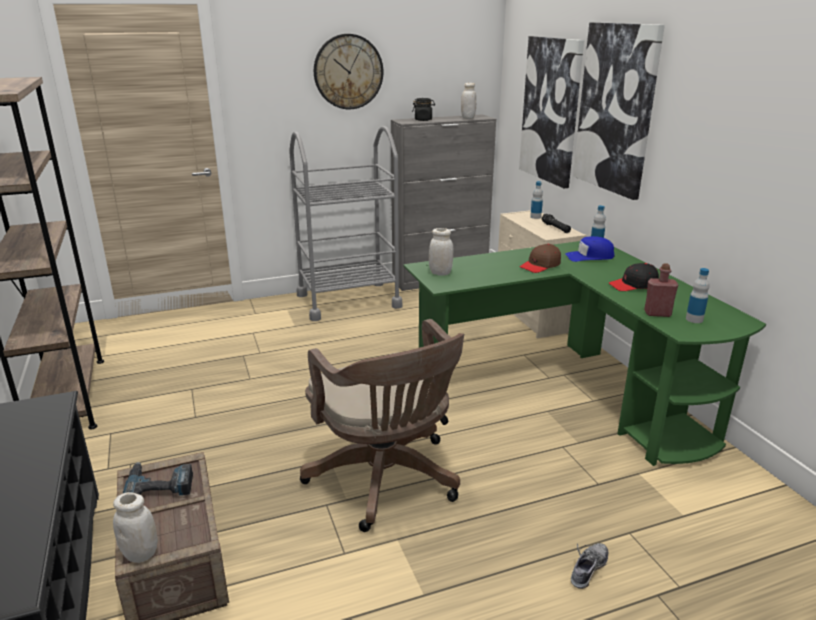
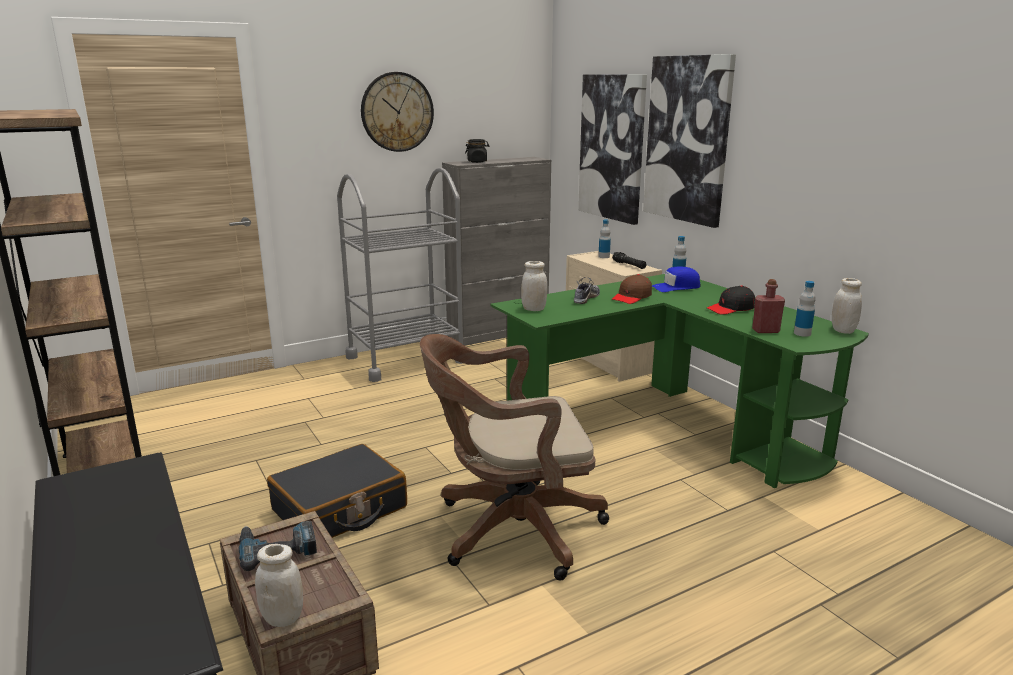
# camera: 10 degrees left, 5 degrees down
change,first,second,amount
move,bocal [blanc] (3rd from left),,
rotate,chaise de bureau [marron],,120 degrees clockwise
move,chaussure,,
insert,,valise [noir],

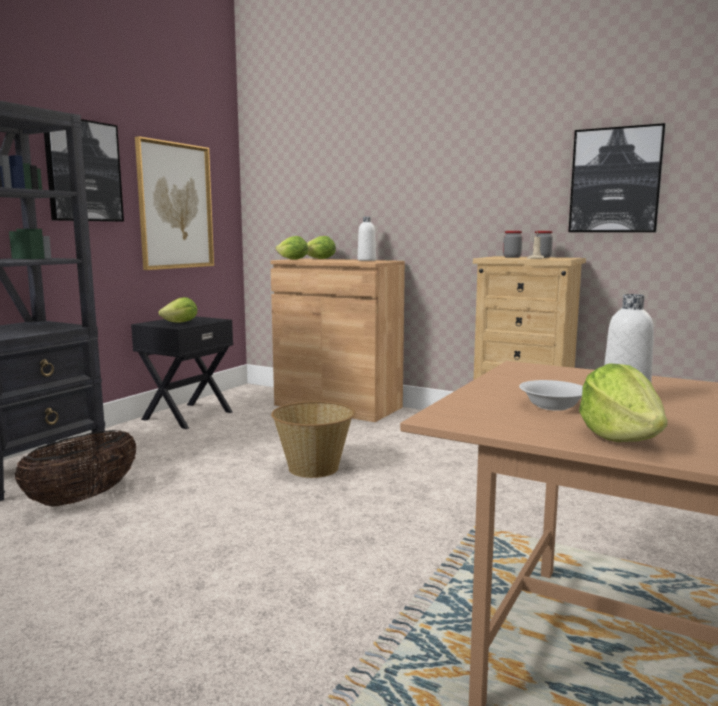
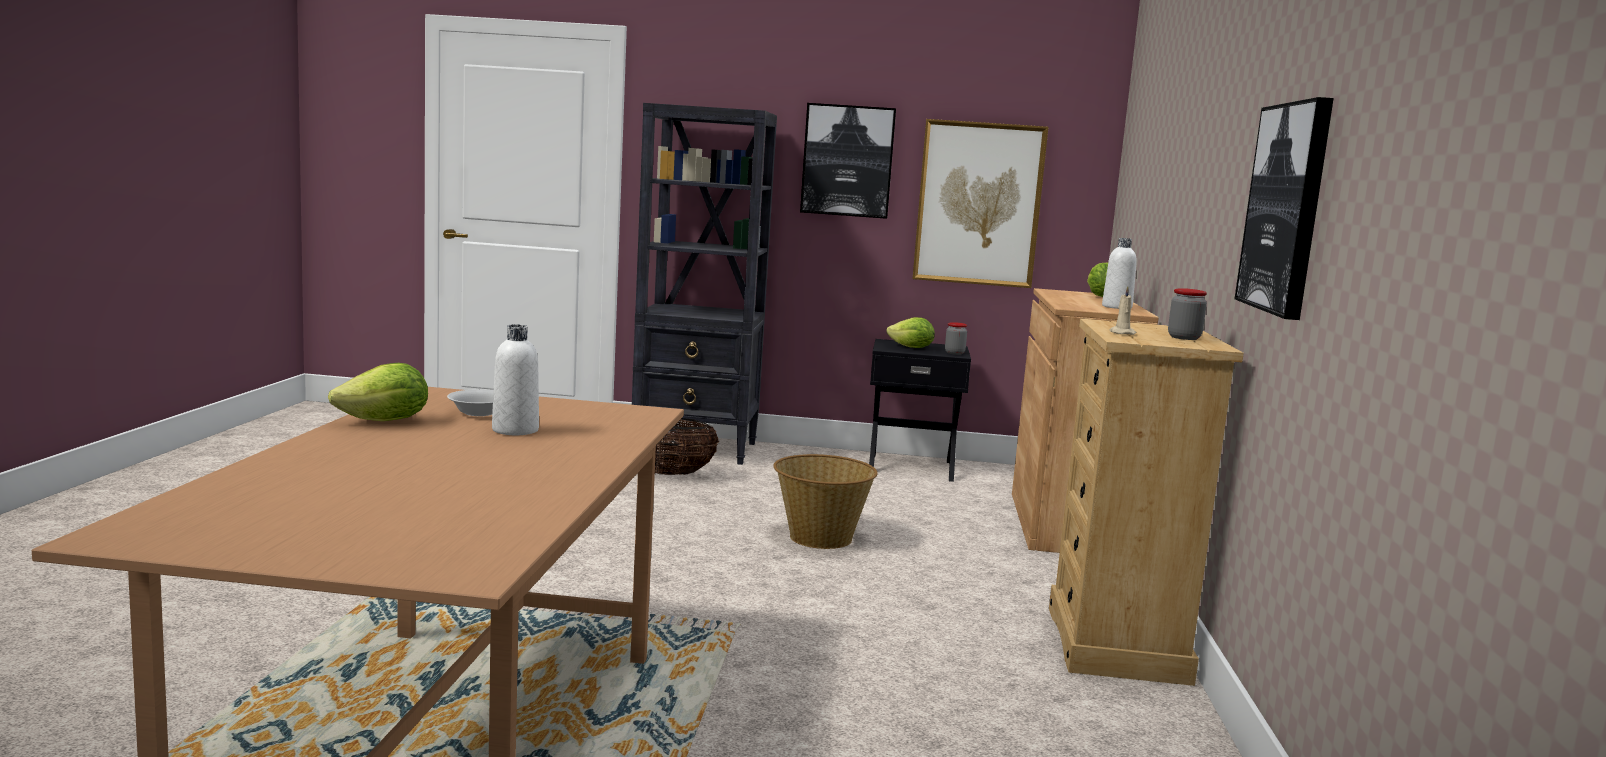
# camera: 65 degrees right, 0 degrees up
change,first,second,amount
move,bocal (1st from left),,
delete,laitue (2nd from left),,

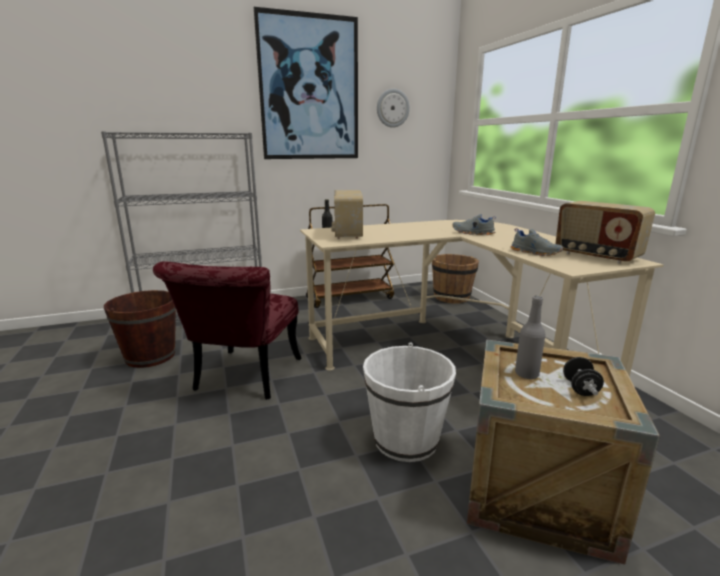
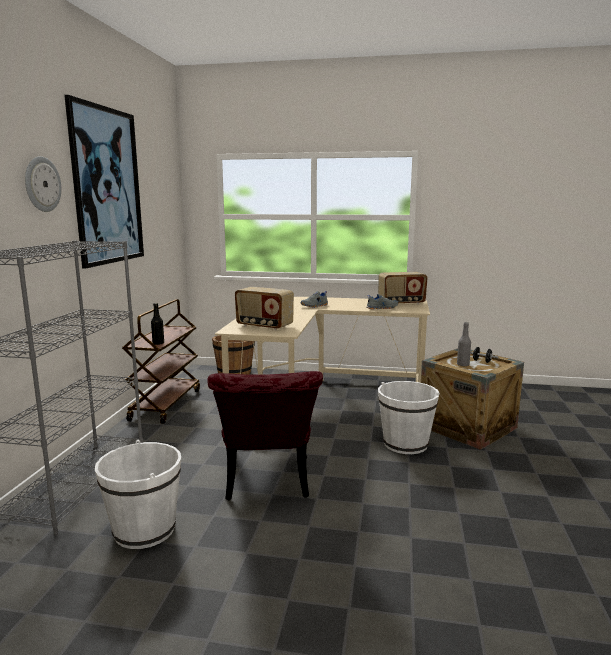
# camera: 60 degrees left, 5 degrees down
change,first,second,amount
move,horloge murale,,
rotate,chaise [rouge],,45 degrees clockwise
recolor,seau [marron] (1st from left),seau [blanc] (1st from left),

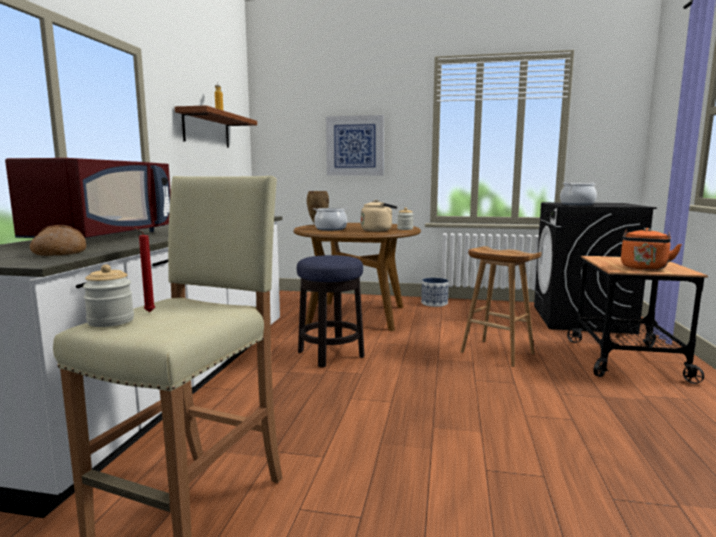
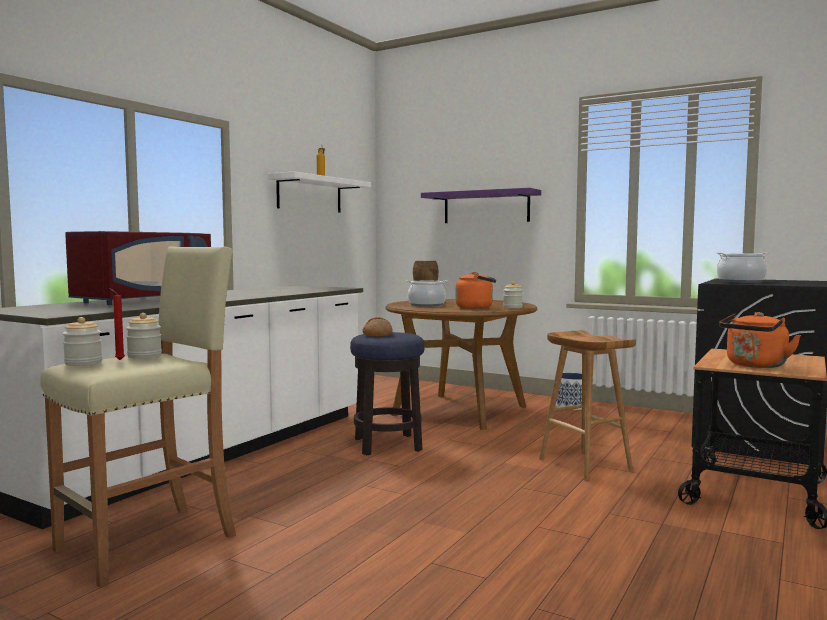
# camera: 20 degrees right, 5 degrees down
change,first,second,amount
recolor,étagère [marron],étagère [blanc],
replace,tableau,étagère [violet],
recolor,bouilloire [beige],bouilloire [orange] (1st from left),
move,pain,,
insert,,bocal (2nd from left),

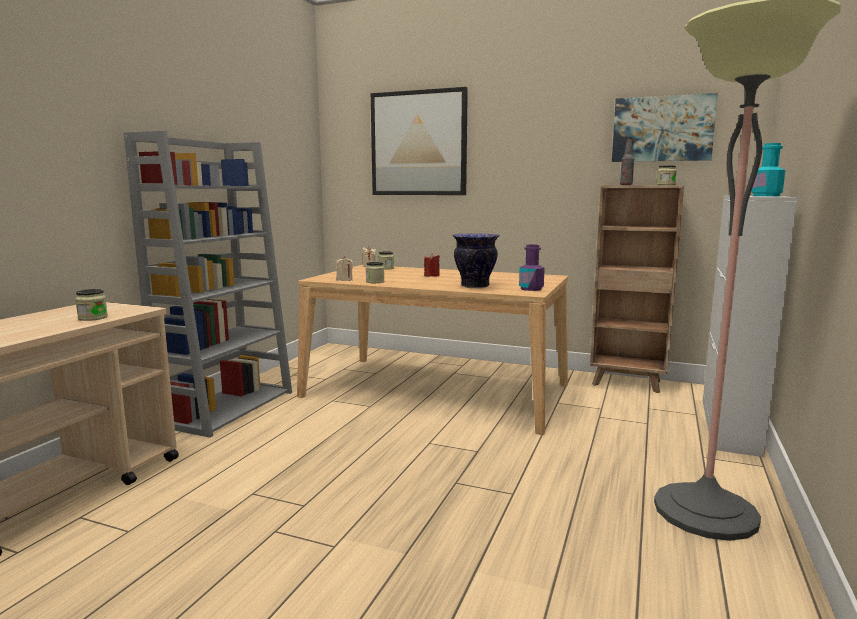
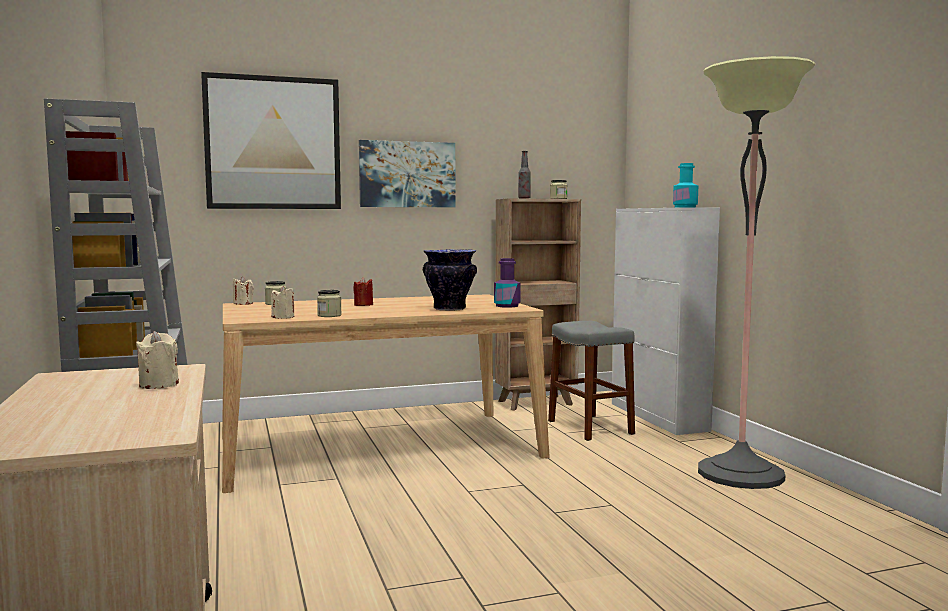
# camera: 40 degrees left, 5 degrees down
change,first,second,amount
move,tableau (2nd from left),,
replace,bocal (1st from left),bougie [beige] (1st from left),
insert,,tabouret [gris],

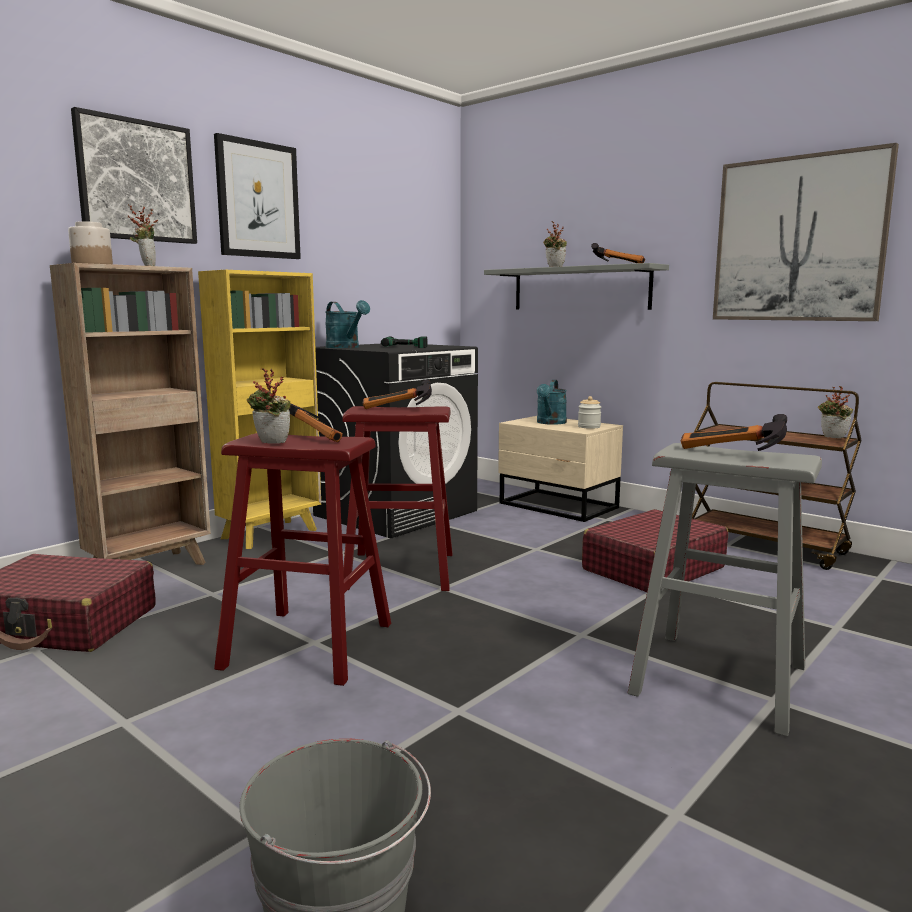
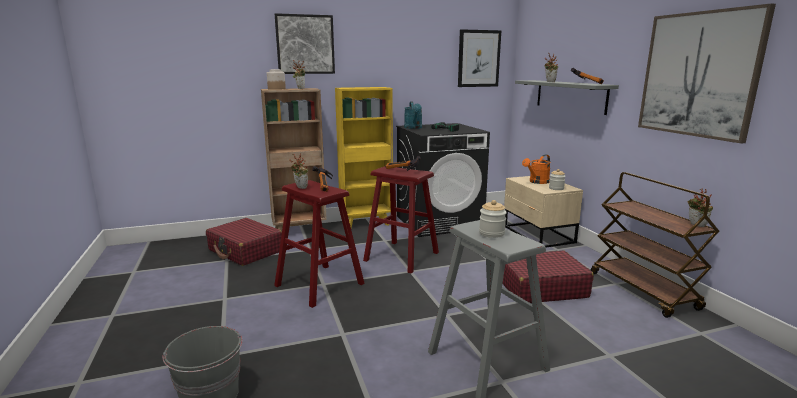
# camera: 30 degrees right, 5 degrees up
change,first,second,amount
move,tableau (2nd from left),,
recolor,arrosoir [turquoise] (2nd from left),arrosoir [orange],
replace,marteau (4th from left),bocal (2nd from left),

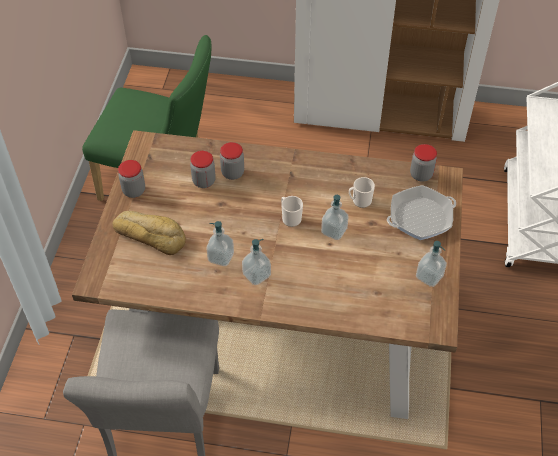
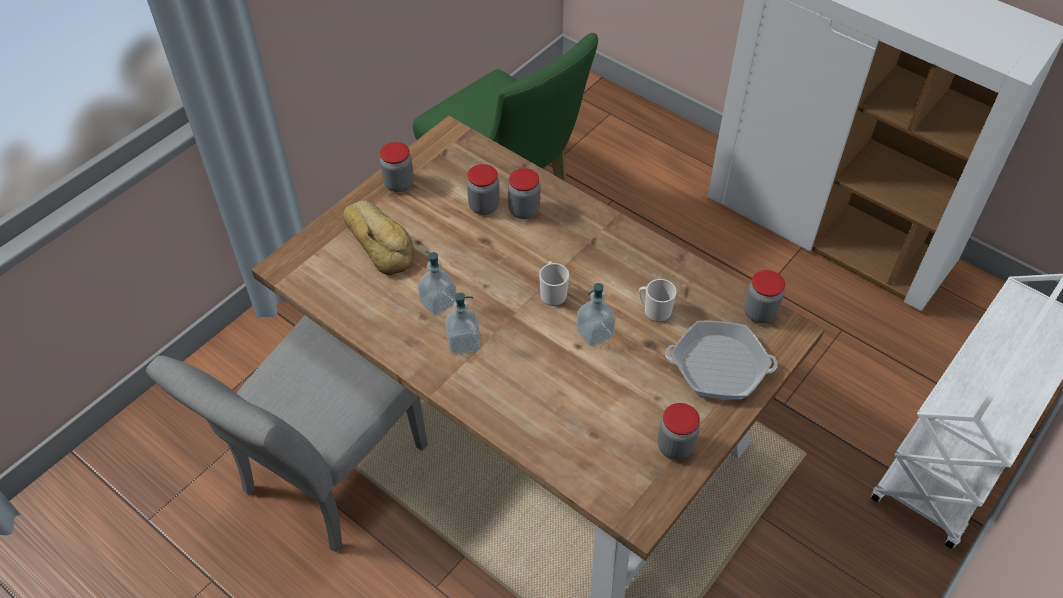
# camera: 30 degrees right, 0 degrees up
change,first,second,amount
replace,distributeur de savon (4th from left),bocal (4th from left),

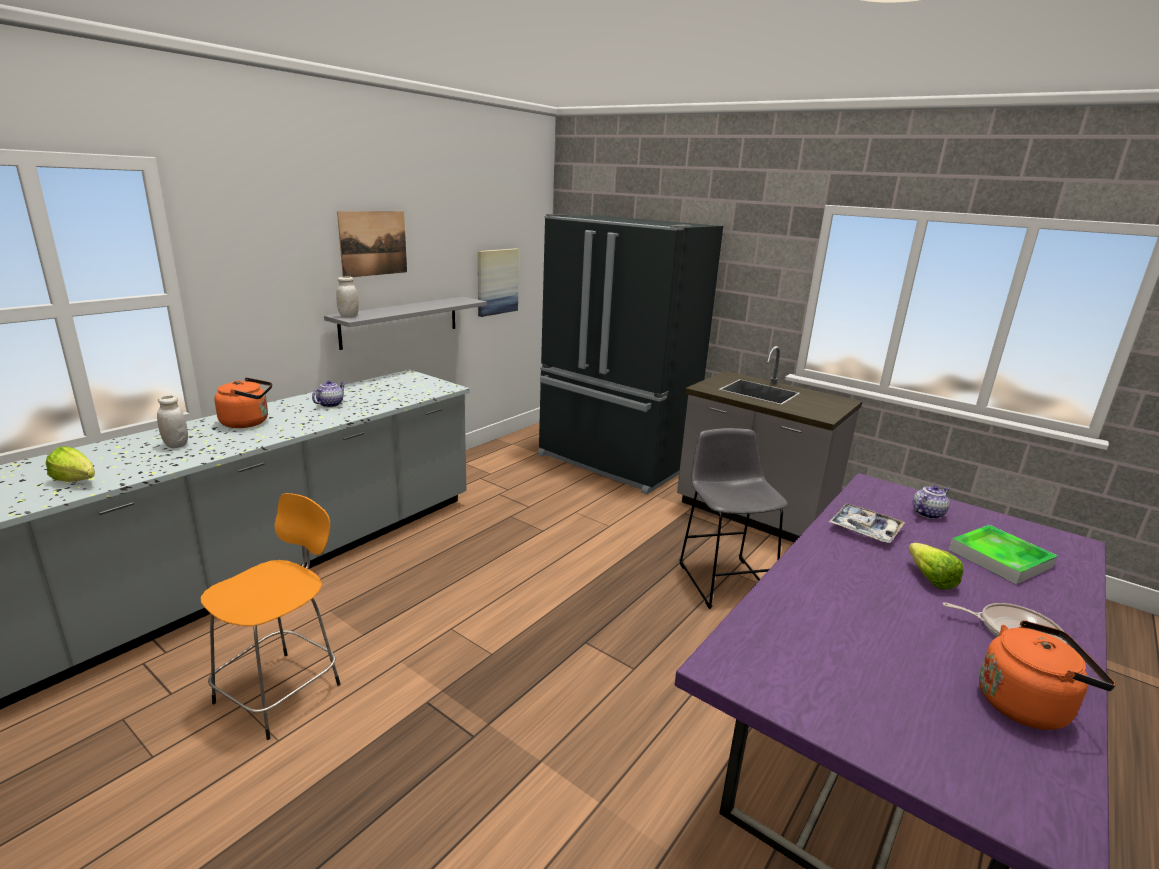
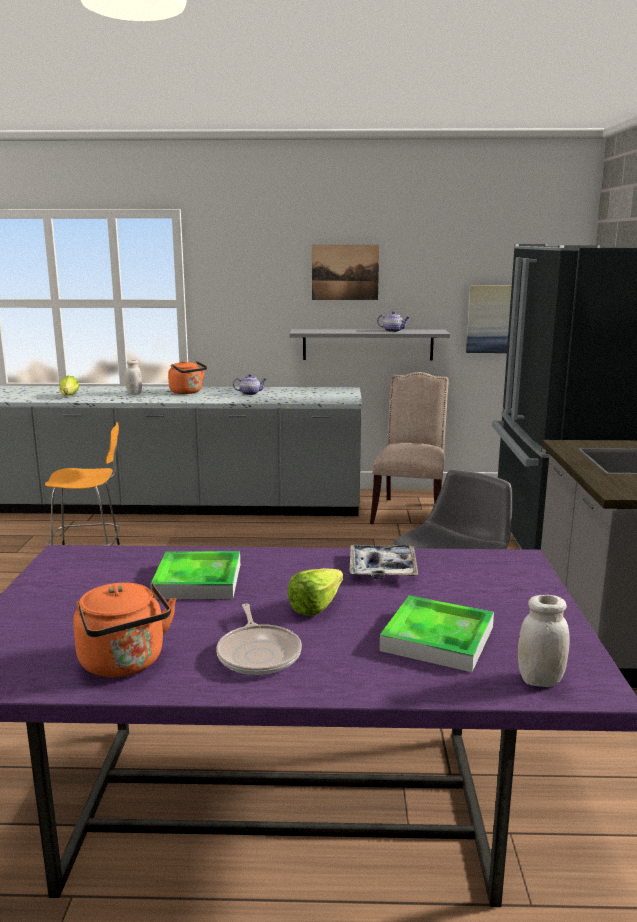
# camera: 55 degrees right, 5 degrees down
change,first,second,amount
move,bocal [blanc] (2nd from left),,
move,théière (2nd from left),,
insert,,chaise [beige],
insert,,plateau (1st from left),

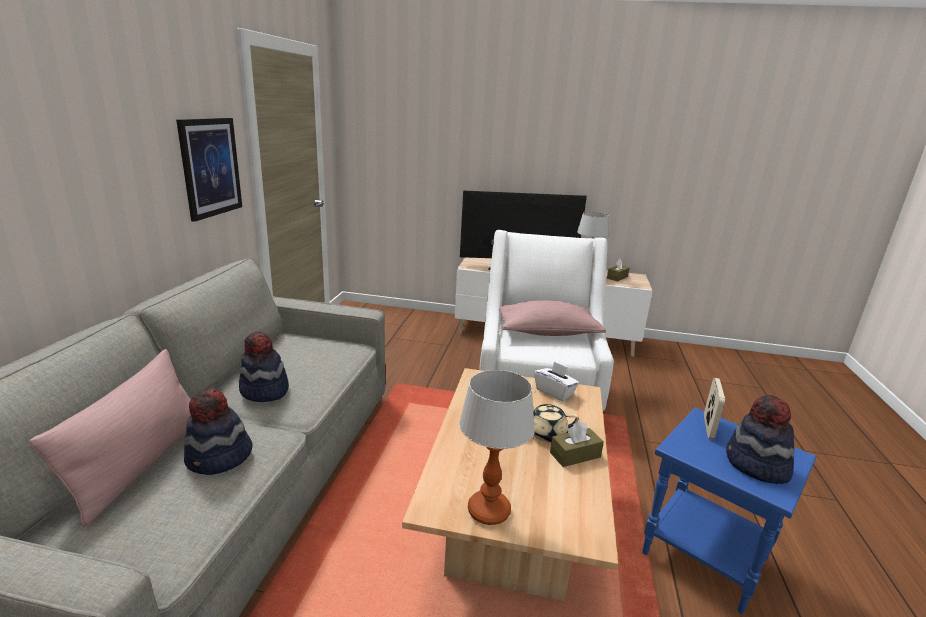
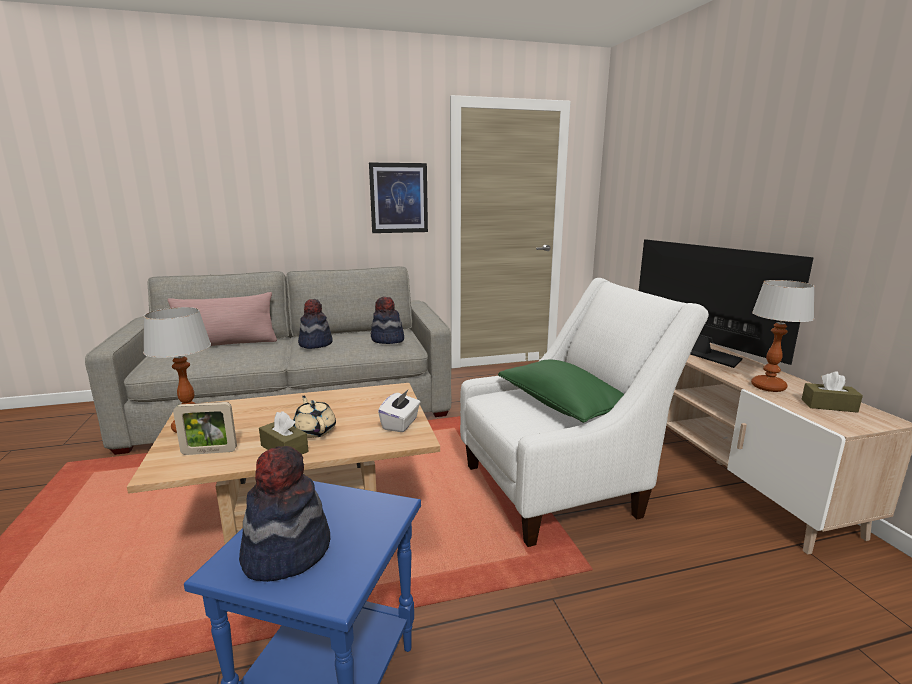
# camera: 65 degrees right, 5 degrees down
change,first,second,amount
recolor,coussin [rose] (2nd from left),coussin [vert],
move,cadre photo,,
move,chapeau (1st from left in the first image),chapeau (3rd from left),

